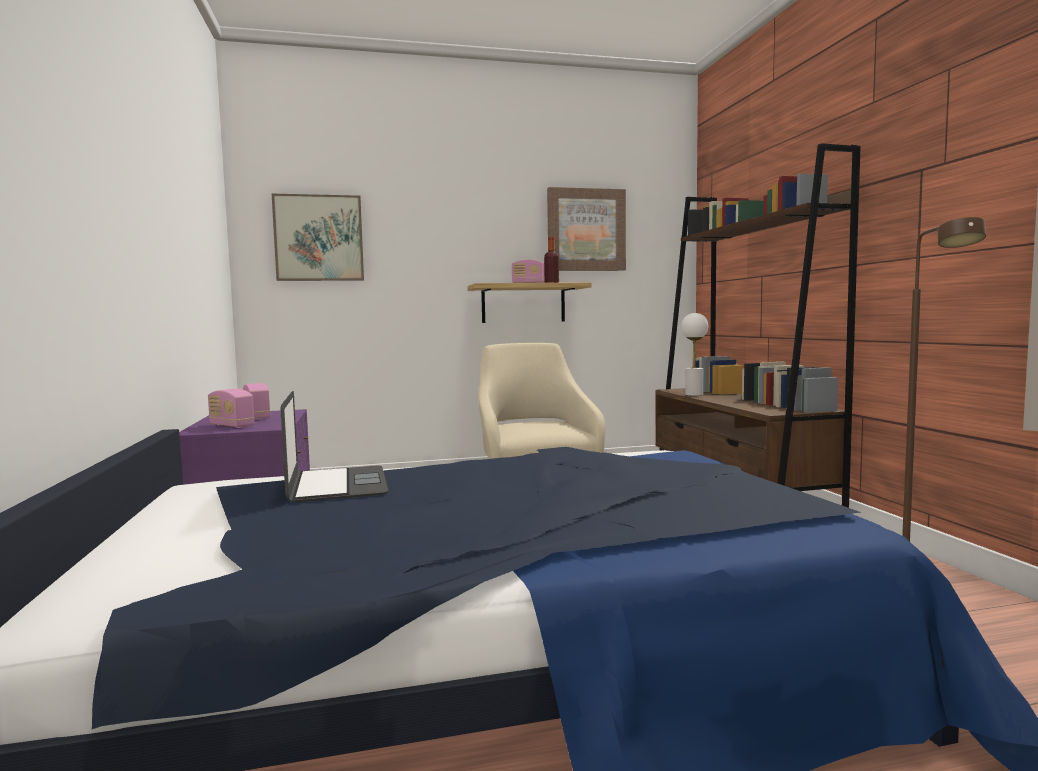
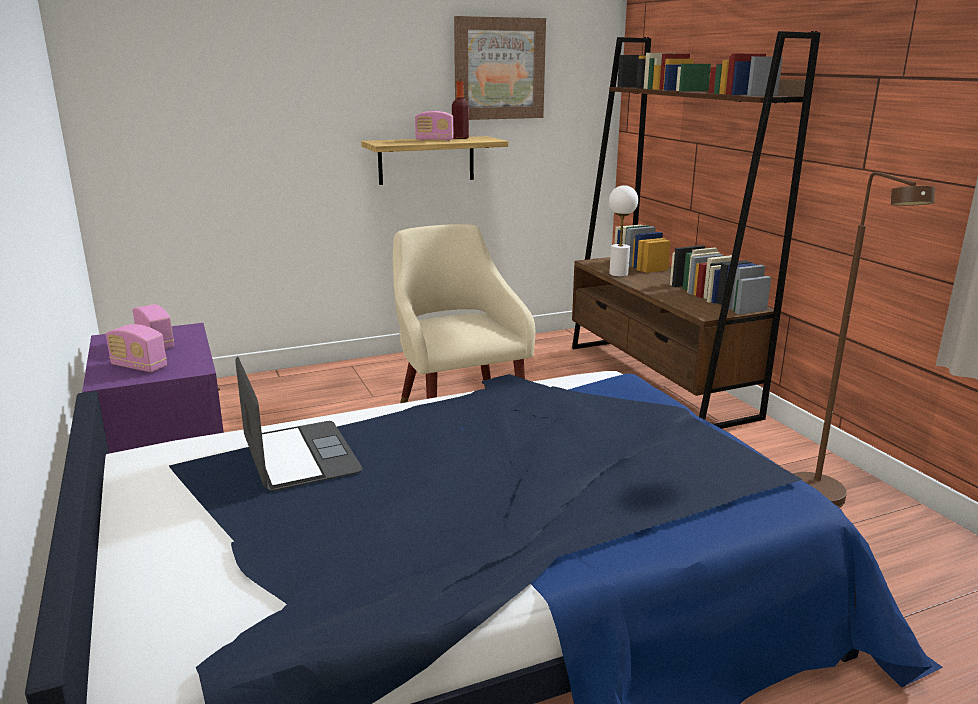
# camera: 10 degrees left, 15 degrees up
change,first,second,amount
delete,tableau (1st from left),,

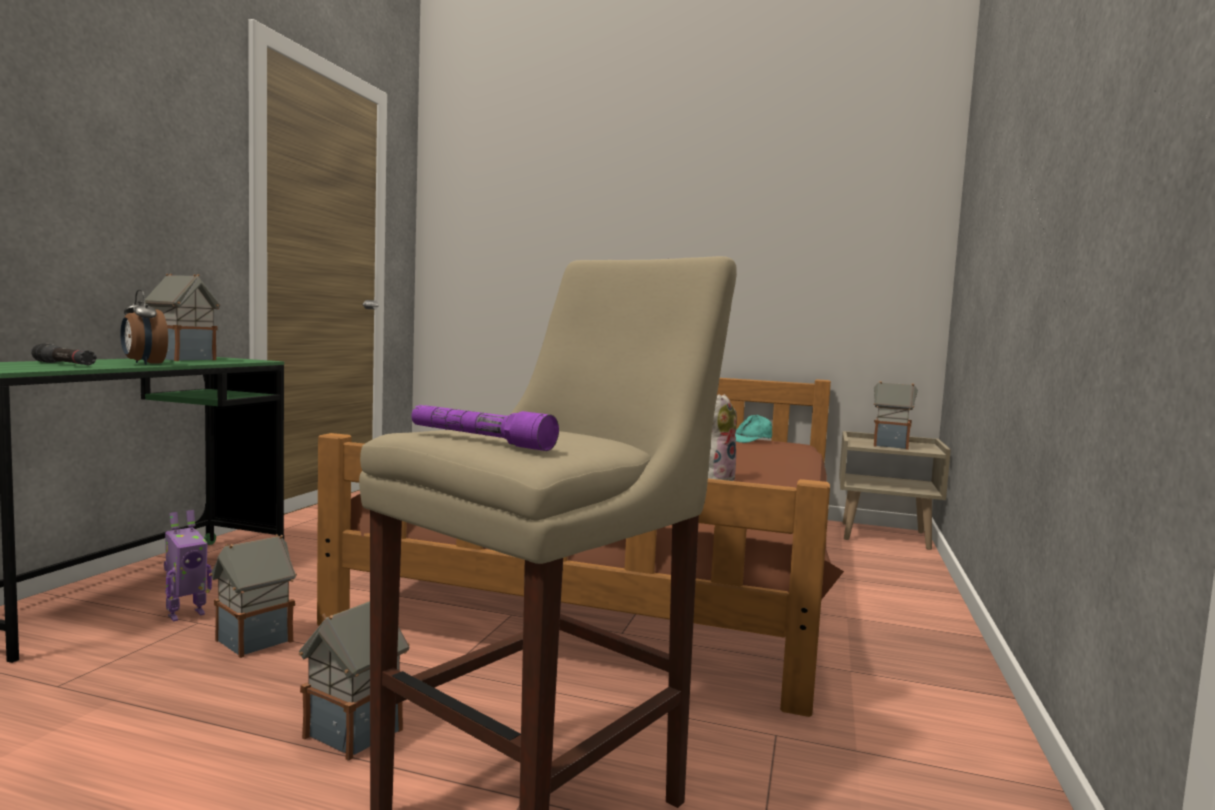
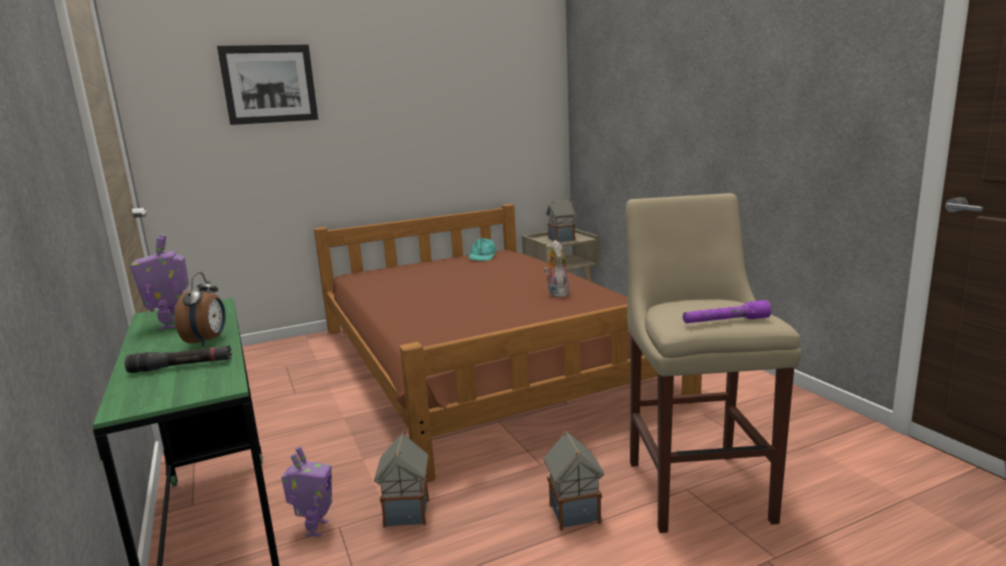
# camera: 40 degrees left, 10 degrees up
change,first,second,amount
replace,maison miniature (1st from left),robot jouet (1st from left),
rotate,réveil,,90 degrees counterclockwise
insert,,tableau,

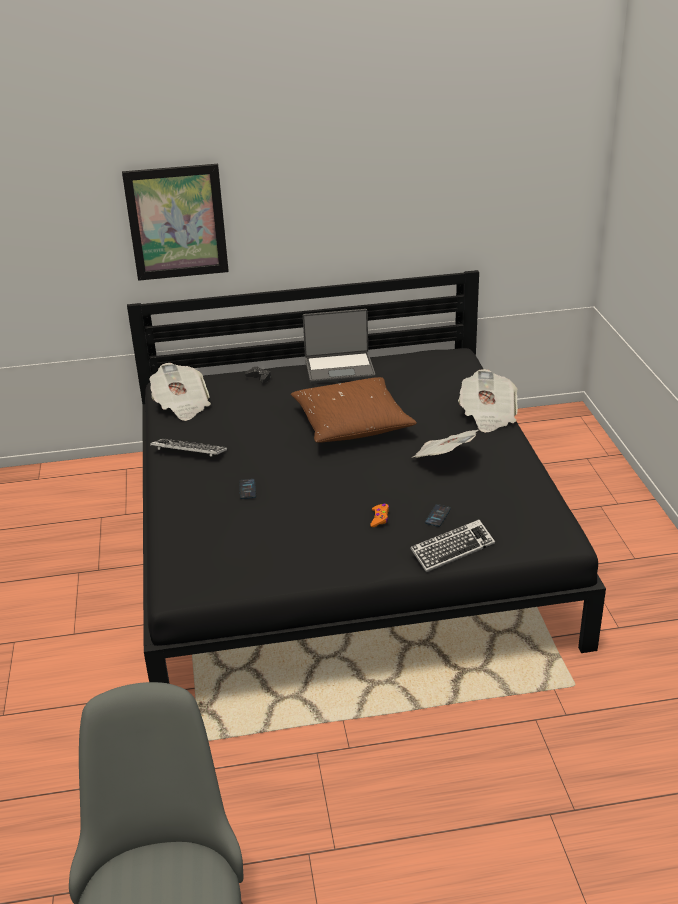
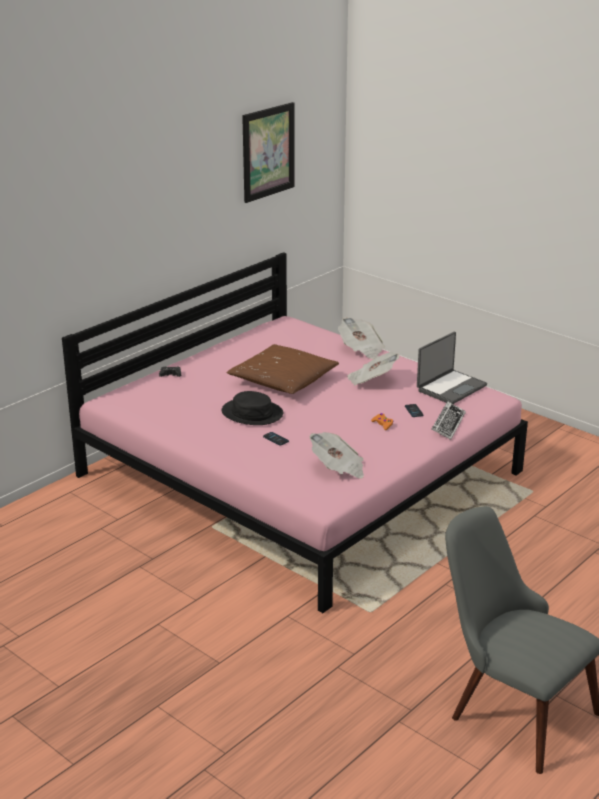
# camera: 40 degrees left, 5 degrees down
change,first,second,amount
move,tableau,,
recolor,lit [noir],lit [rose],
move,ordinateur portable,,
move,journal (1st from left),,
delete,clavier (1st from left),,
insert,,chapeau [noir],

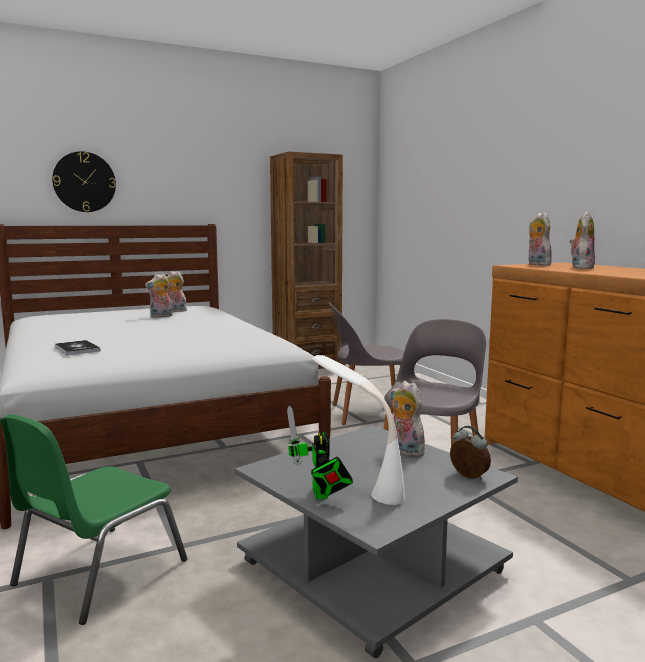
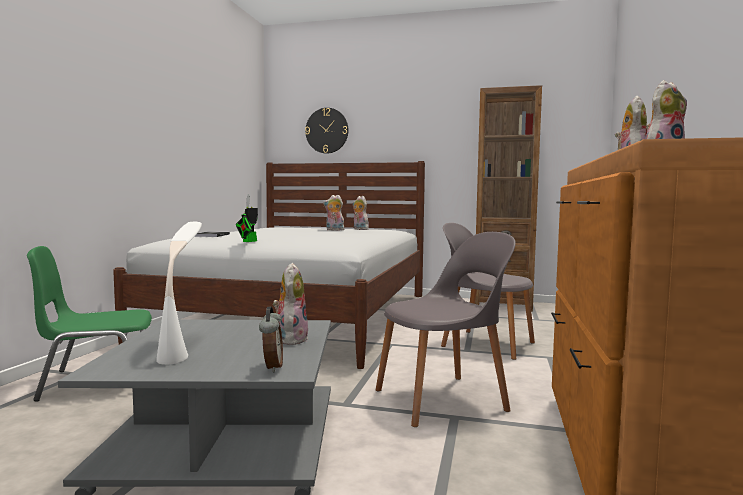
# camera: 40 degrees right, 5 degrees down
change,first,second,amount
move,robot jouet,,

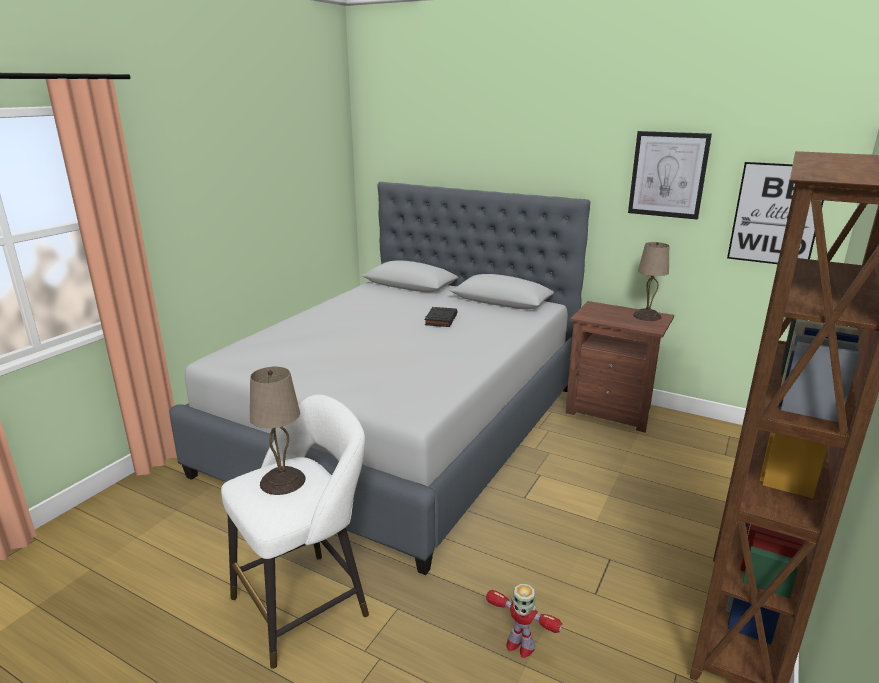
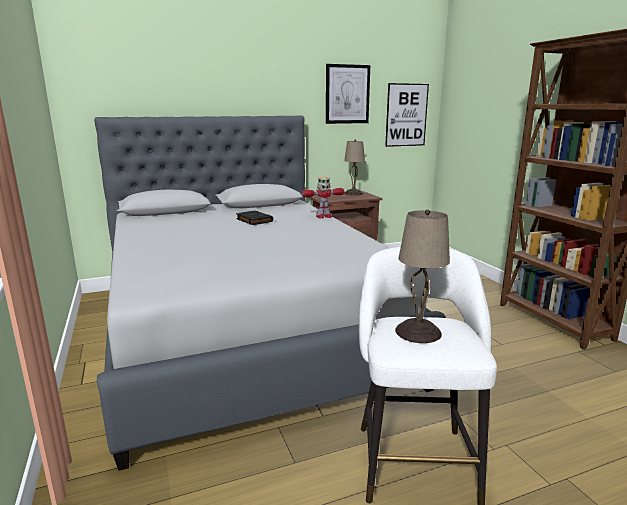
# camera: 50 degrees left, 5 degrees down
change,first,second,amount
move,robot jouet,,

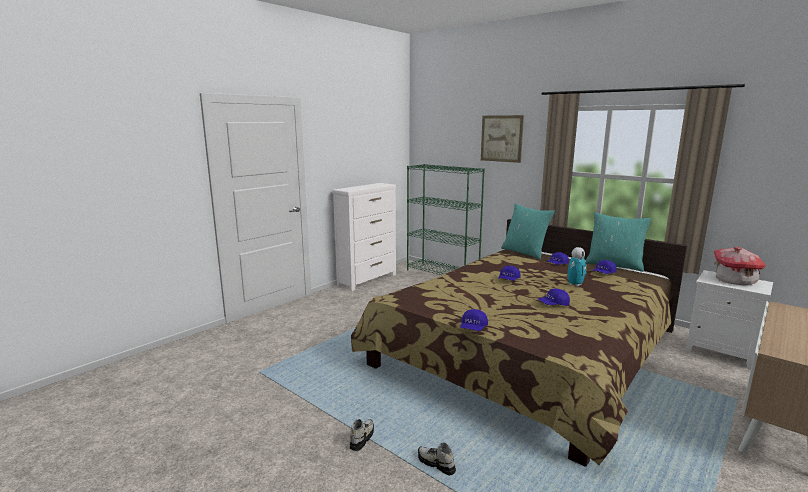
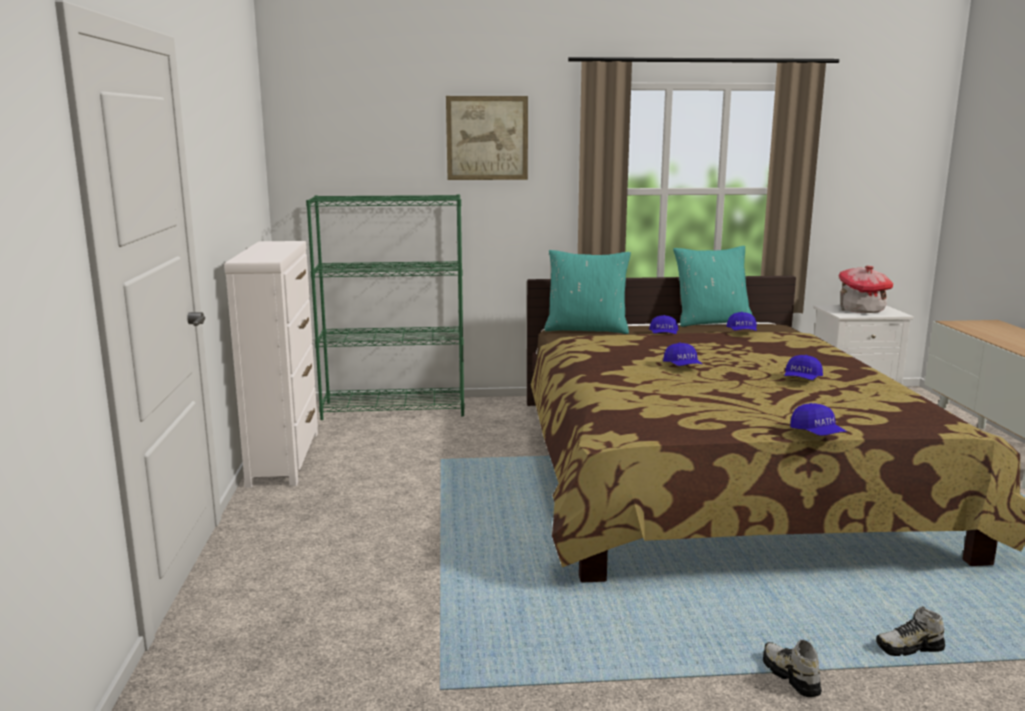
# camera: 45 degrees left, 0 degrees up
change,first,second,amount
delete,robot jouet,,

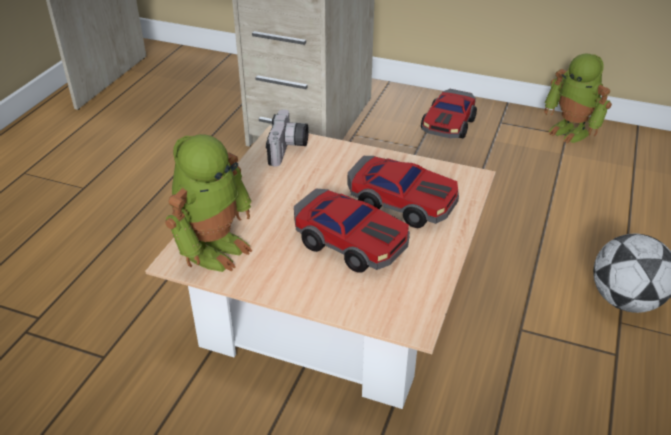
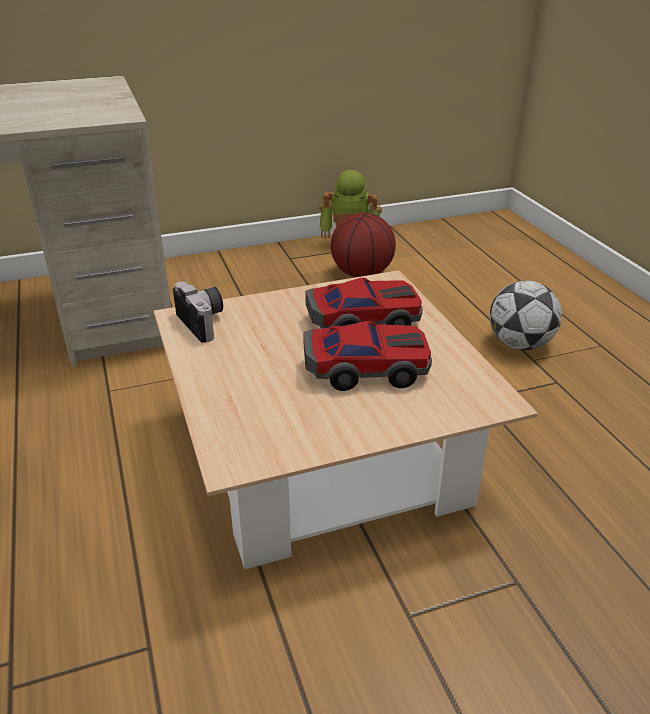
# camera: 40 degrees left, 5 degrees down
change,first,second,amount
delete,petite voiture (3rd from left),,
delete,robot jouet (1st from left),,
insert,,ballon de basket,

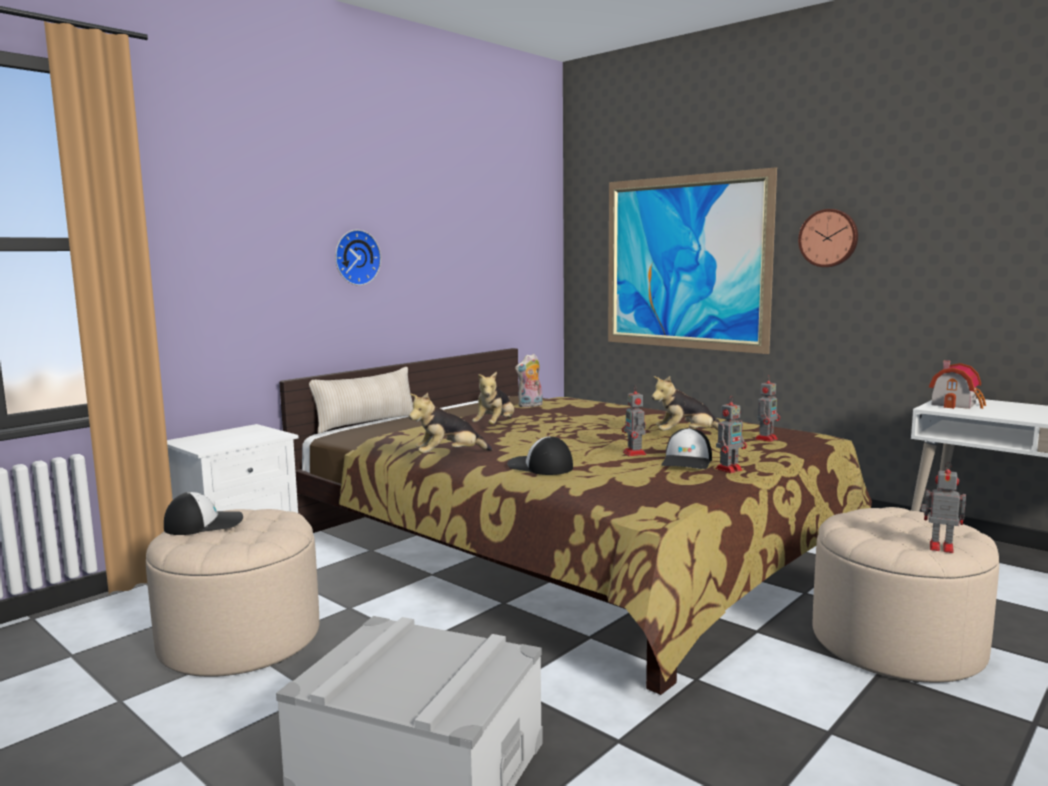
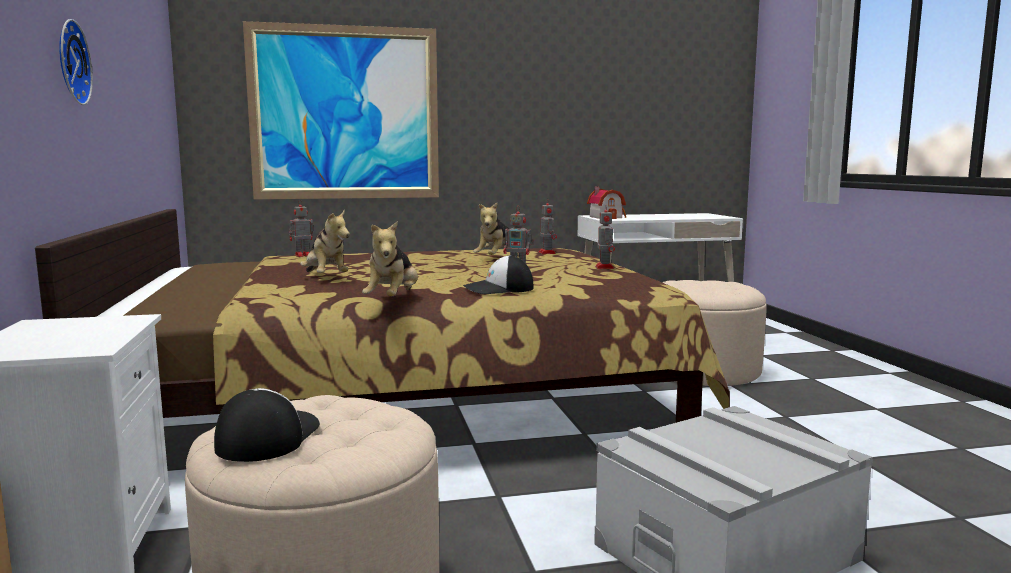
# camera: 55 degrees left, 0 degrees up
change,first,second,amount
delete,horloge murale (2nd from left),,
delete,peluche (3rd from left),,
delete,coussin [beige],,
delete,casquette (3rd from left),,
move,robot jouet (4th from left in the first image),robot jouet (1st from left),

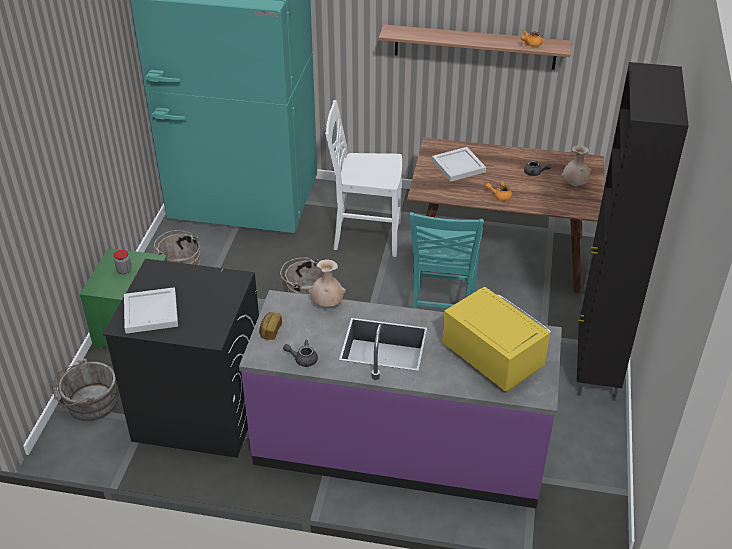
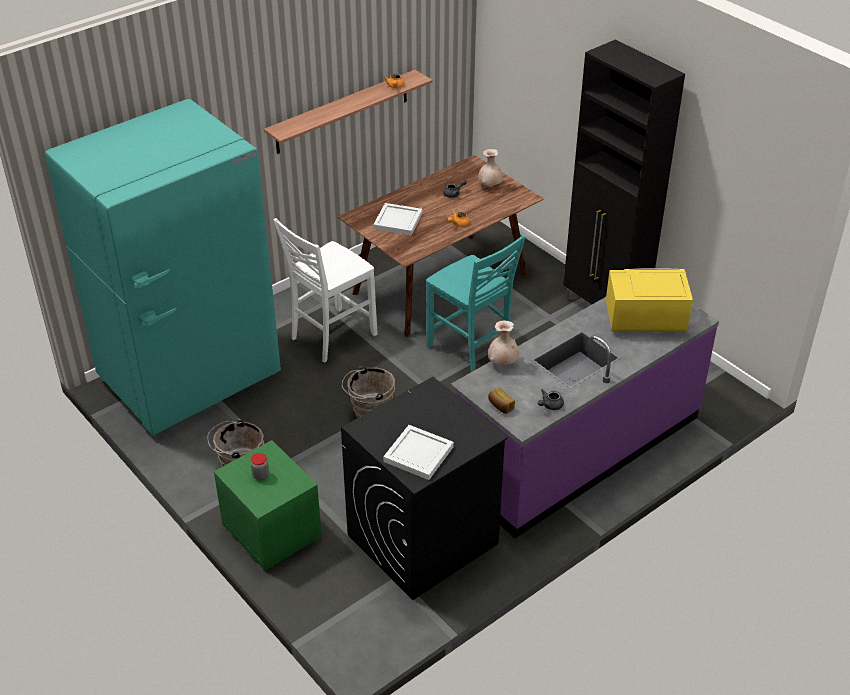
# camera: 50 degrees left, 0 degrees up
change,first,second,amount
delete,seau [gris],,

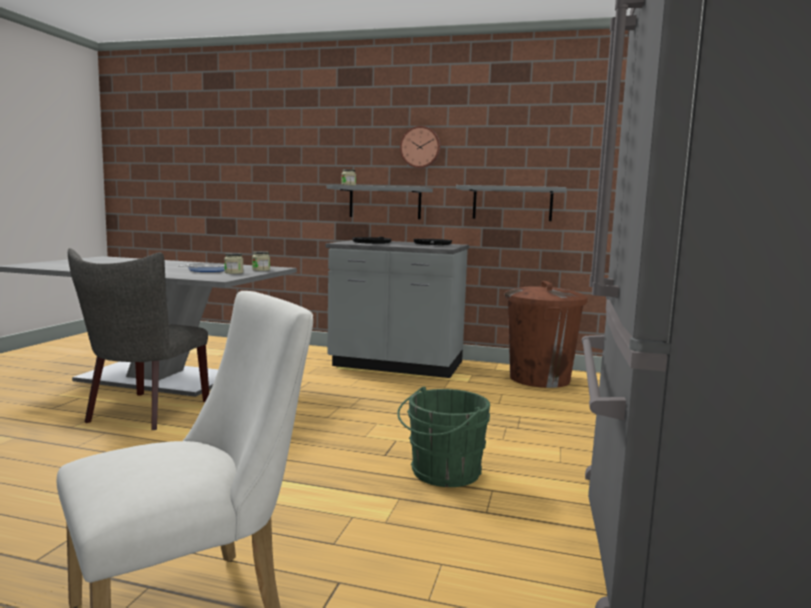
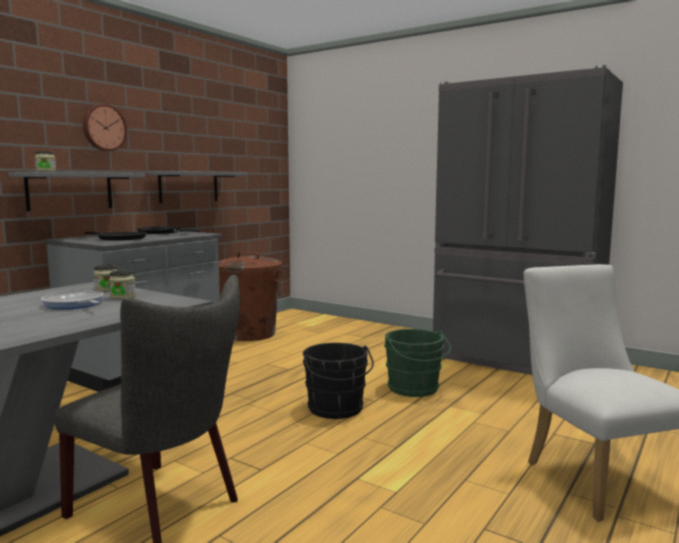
# camera: 70 degrees left, 0 degrees up
change,first,second,amount
insert,,seau [noir],

